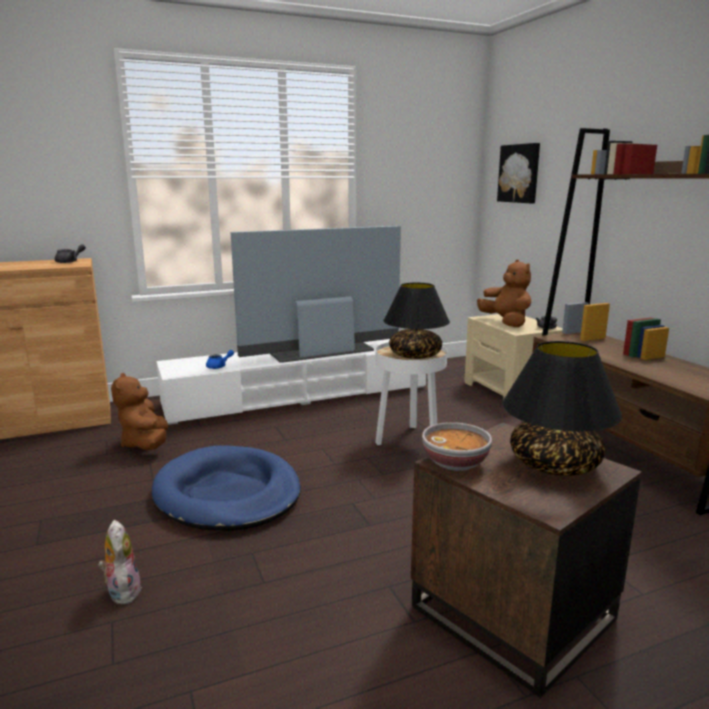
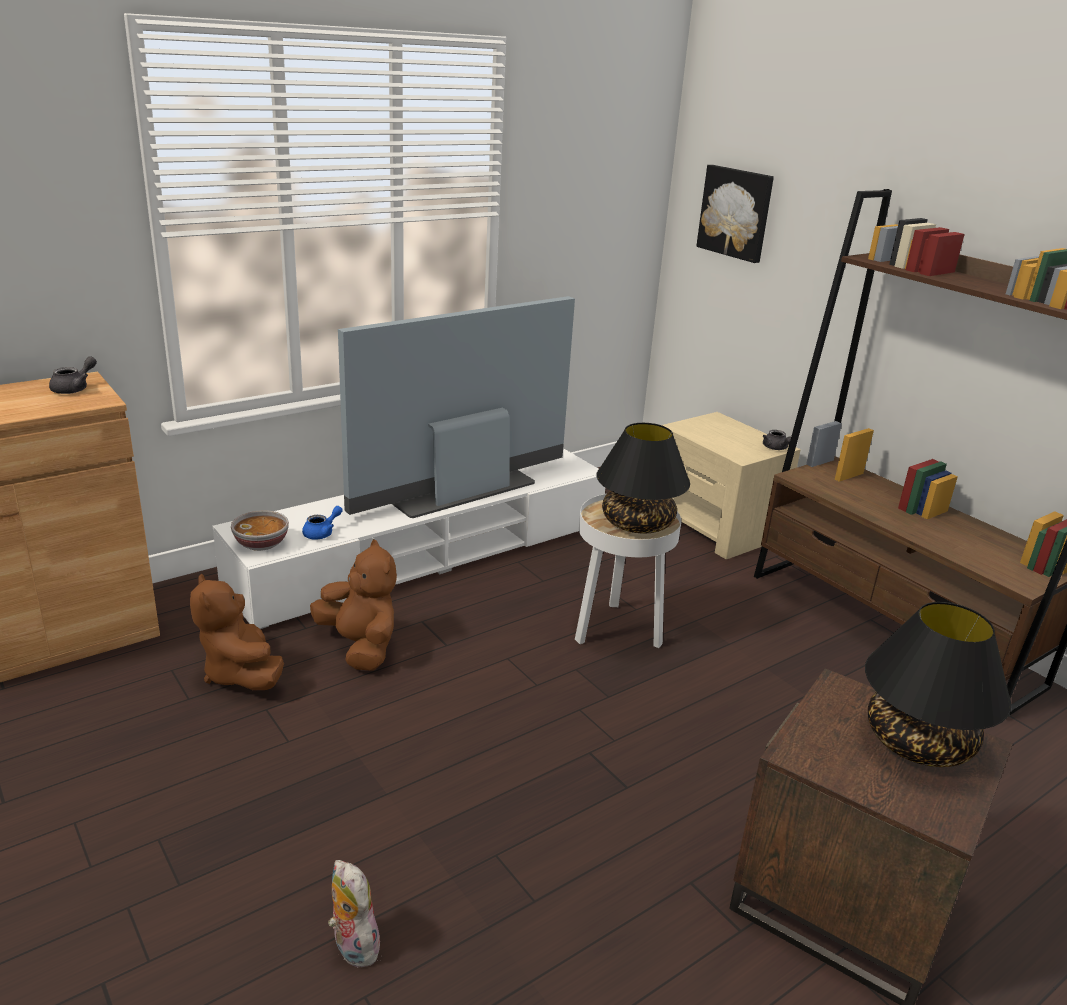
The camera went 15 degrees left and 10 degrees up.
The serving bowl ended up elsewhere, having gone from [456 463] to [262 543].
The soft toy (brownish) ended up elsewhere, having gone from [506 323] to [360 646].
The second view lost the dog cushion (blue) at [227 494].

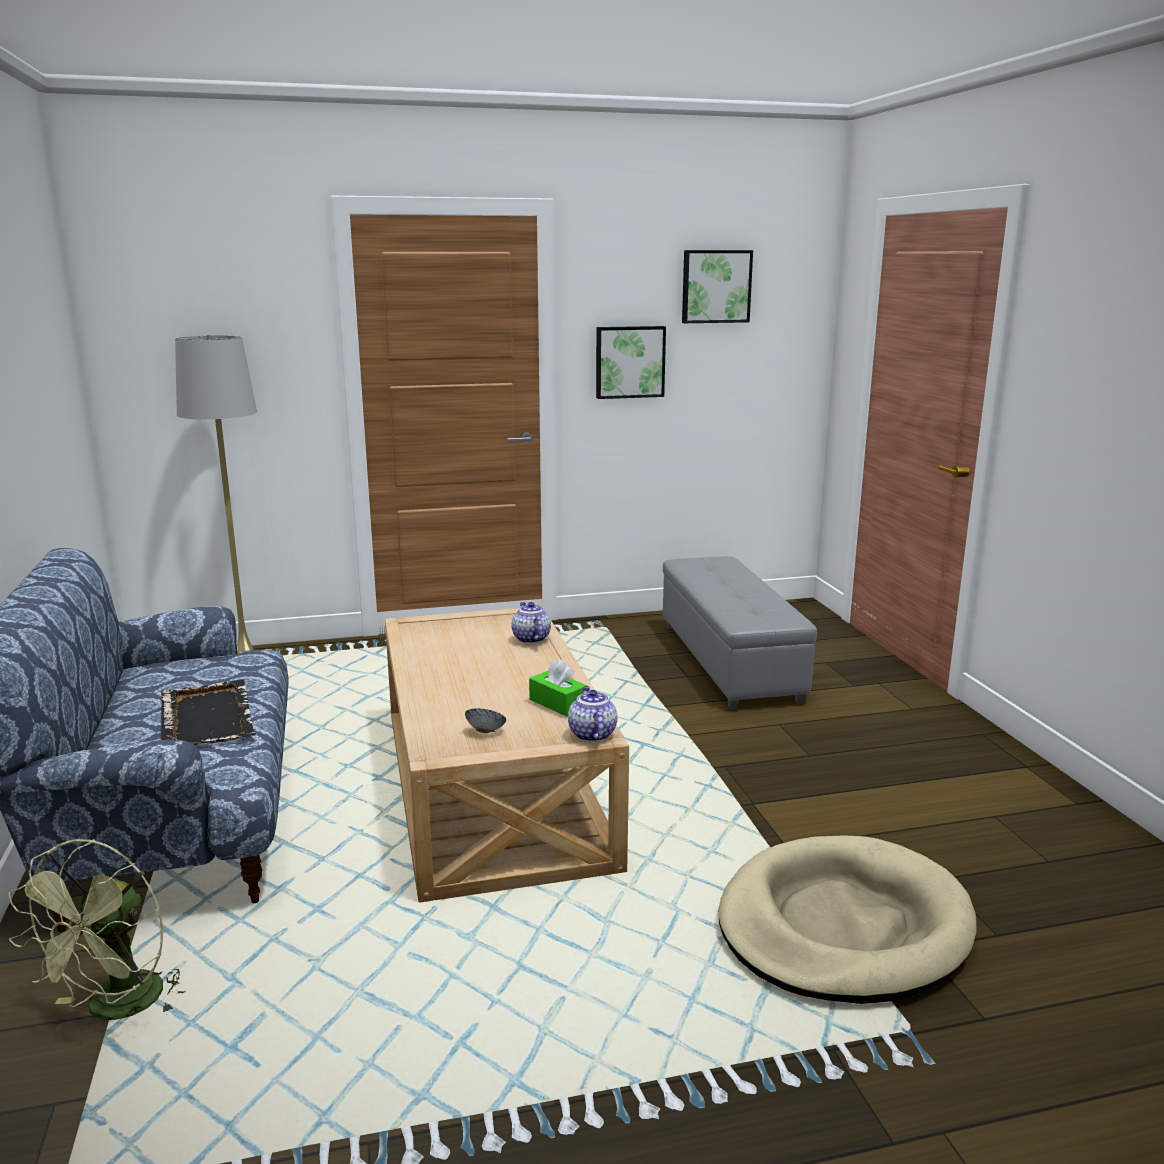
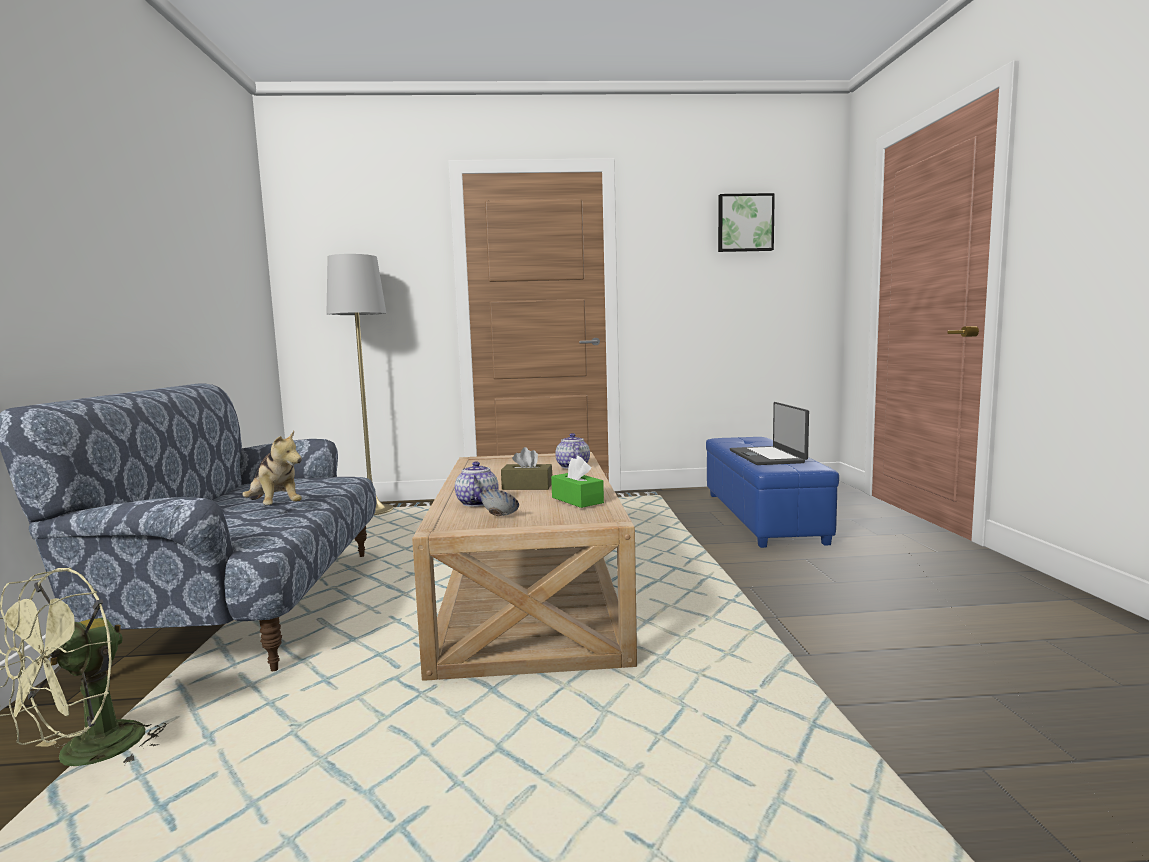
The camera went 10 degrees right and 10 degrees down.
Where the carrying tray (blackish) stood at [207 717], the soft toy came to stand at [274 507].
The pot for tea ended up elsewhere, having gone from [591 734] to [477 503].
The second view gained the tissue holder (brownish) at [527 486].
What was the footrest (gray) at [730 661] turned into the footrest (blue) at [763 517].
The second view gained the notebook computer at [767 456].
The second view lost the wall picture at [629 362].
The second view lost the dog cushion (sand-coloured) at [842 926].

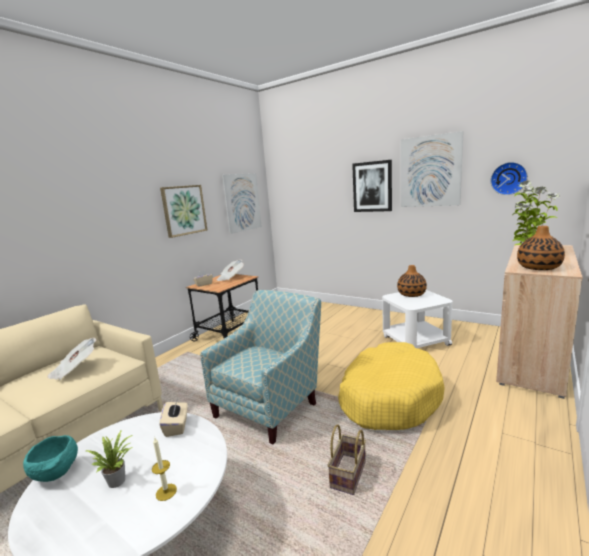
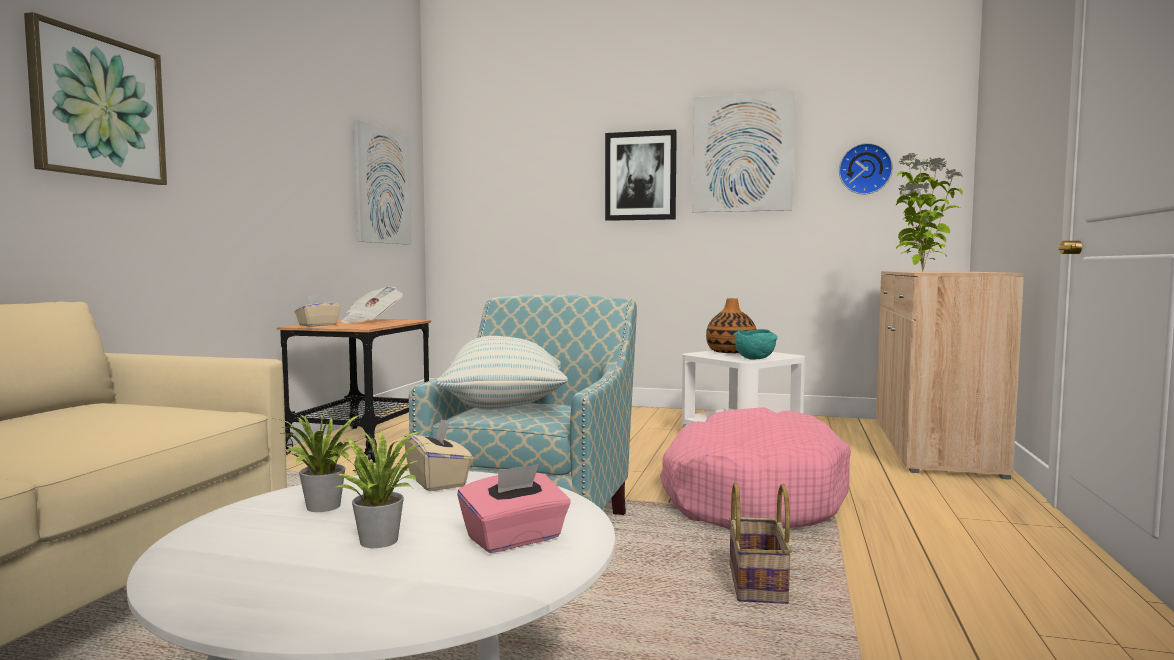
The camera went 20 degrees left and 10 degrees down.
The wall picture ended up elsewhere, having gone from [184 210] to [98 107].
The second view gained the potted plant at [322 508].
The second view gained the throw pillow at [504 406].
Where the wax candle stood at [166 492], the tissue holder (pink) came to stand at [515 539].
What was the dog cushion (yellow-coloured) at [389 397] turned into the dog cushion (pink) at [750 496].
The serving bowl (turquoise-coloured) ended up elsewhere, having gone from [57 474] to [755 359].
The second view lost the printed paper at [75 370].
The second view lost the decorative vase at [539 267].

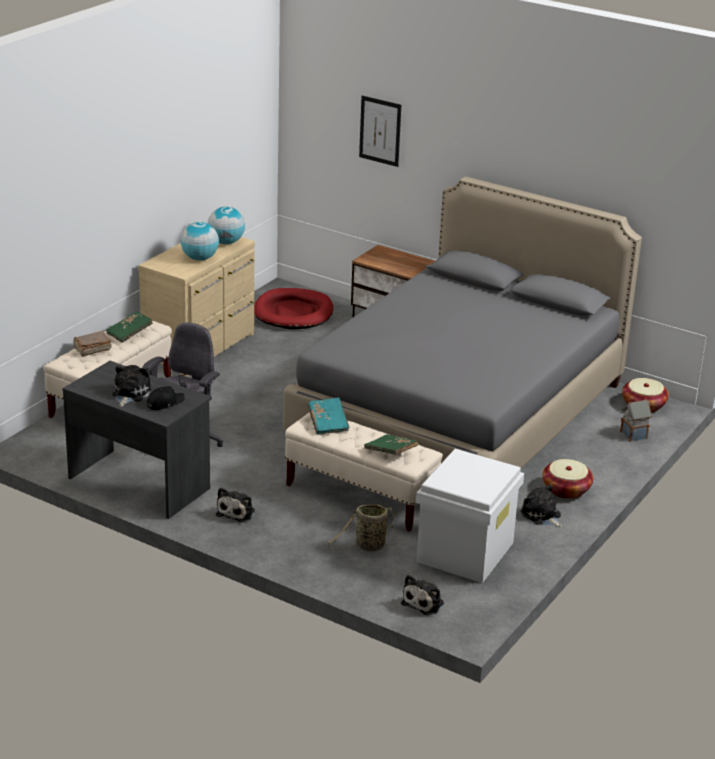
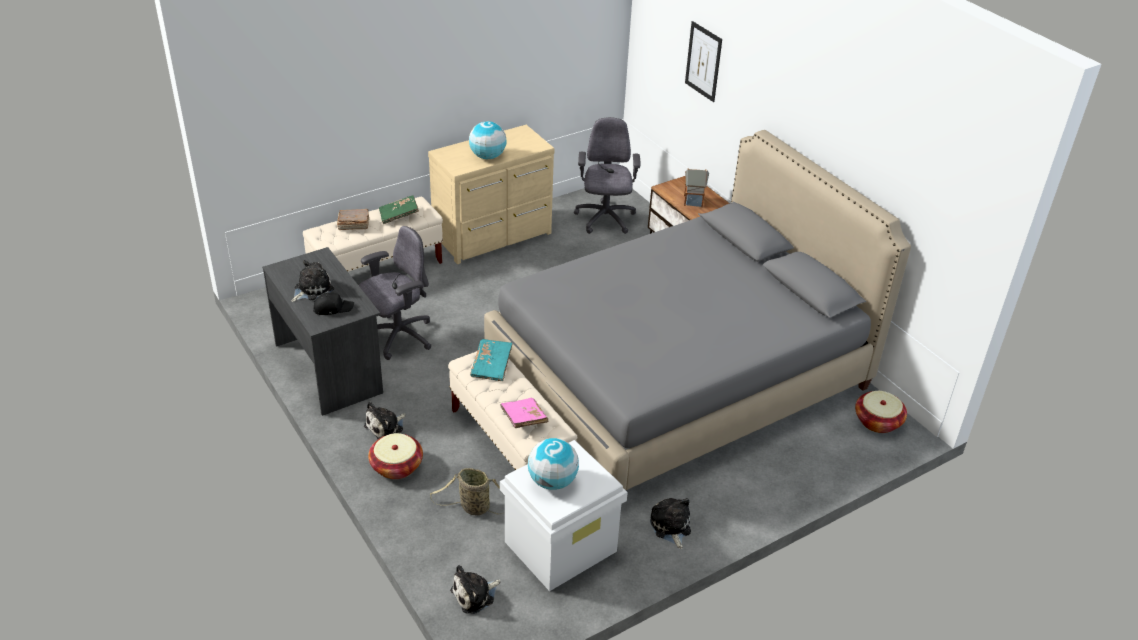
The camera went 25 degrees right and 10 degrees up.
The storage basket ended up elsewhere, having gone from [566 490] to [396 466].
What was the bound book (green) at [390 452] turned into the bound book (pink) at [523 419].
The globe ended up elsewhere, having gone from [226 242] to [552 481].
Where the dog cushion (red-coloured) stood at [293 313], the office chair (gray) came to stand at [604 219].
The toy house ended up elsewhere, having gone from [634 435] to [694 201].

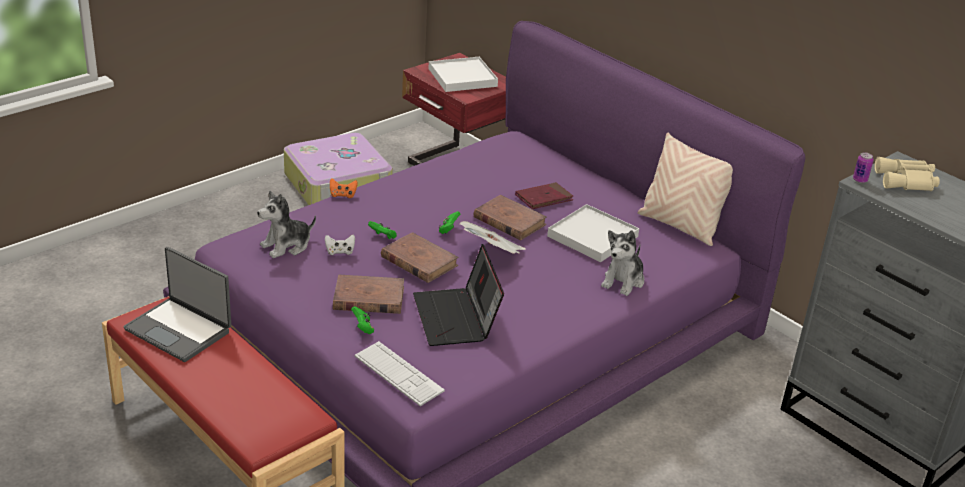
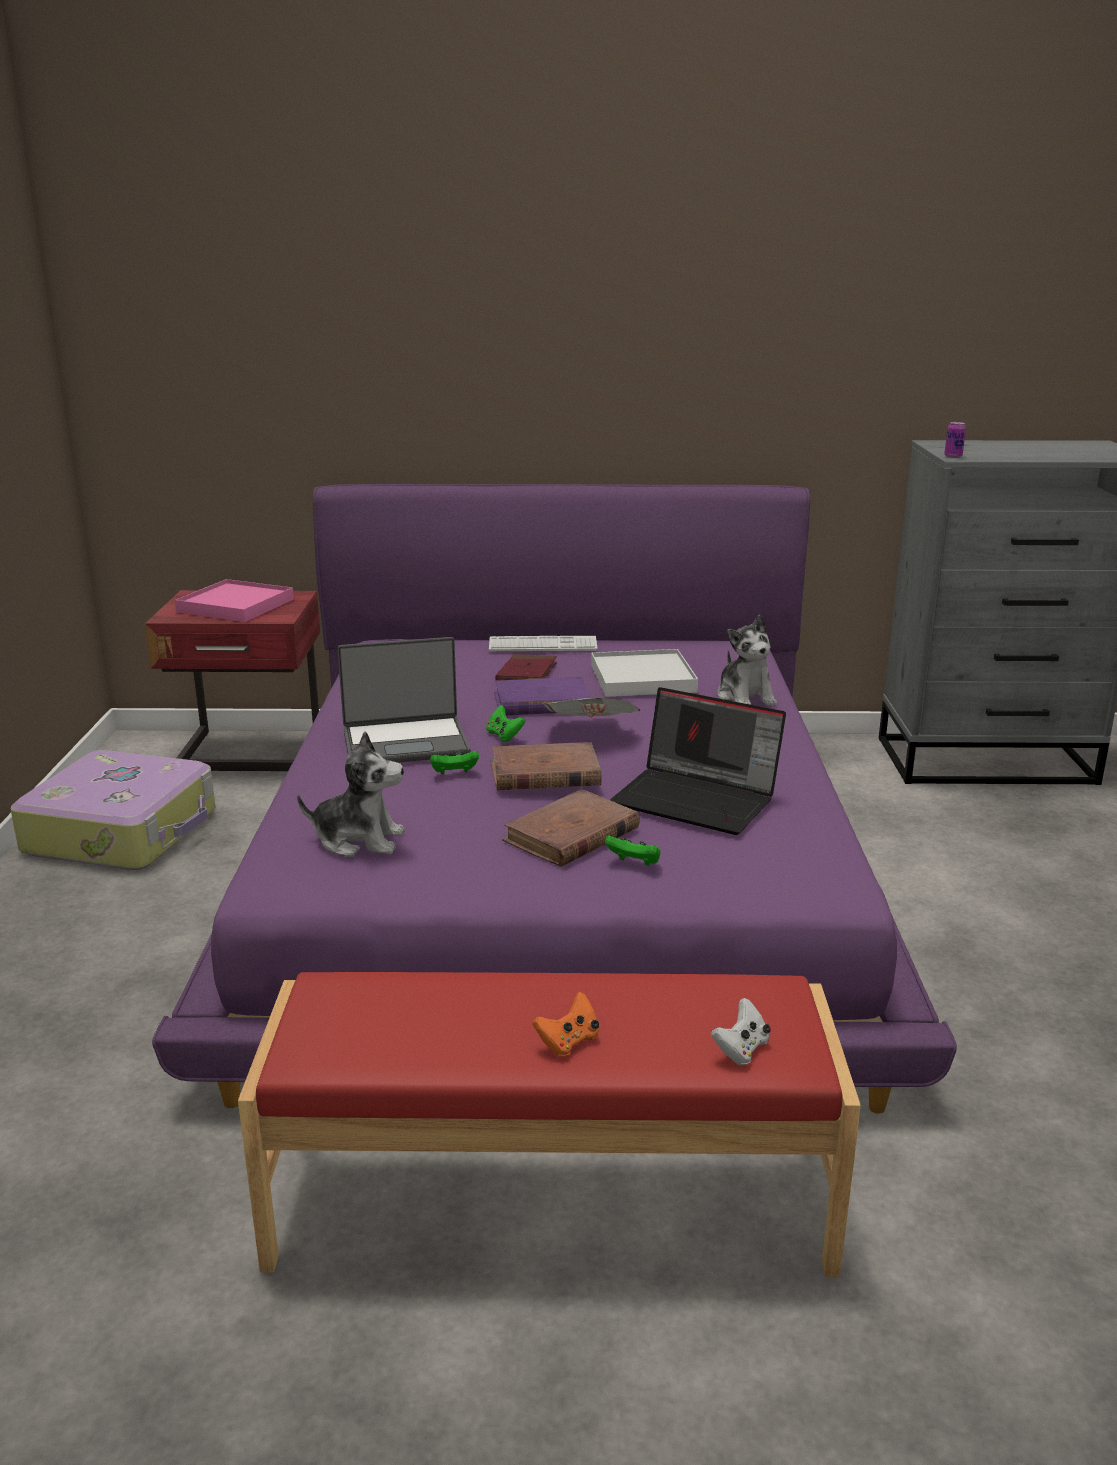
The camera went 45 degrees left and 10 degrees down.
What was the carrying tray (white-coloured) at [462 77] turned into the carrying tray (pink) at [236 606].
The soft toy at [286 246] ended up facing another way, 90 degrees counterclockwise from before.
The notebook computer ended up elsewhere, having gone from [179 330] to [405 743].
The computer keyboard ended up elsewhere, having gone from [398 374] to [543 645].
What was the bound book (brownish) at [509 221] turned into the bound book (purplish) at [541 702].
The game controller (orange) ended up elsewhere, having gone from [343 195] to [568 1042].
The game controller (white-coloured) ended up elsewhere, having gone from [340 252] to [741 1049].
The second view lost the throw pillow (sand-coloured) at [680 226].
The second view lost the field glasses (sand-coloured) at [906 181].

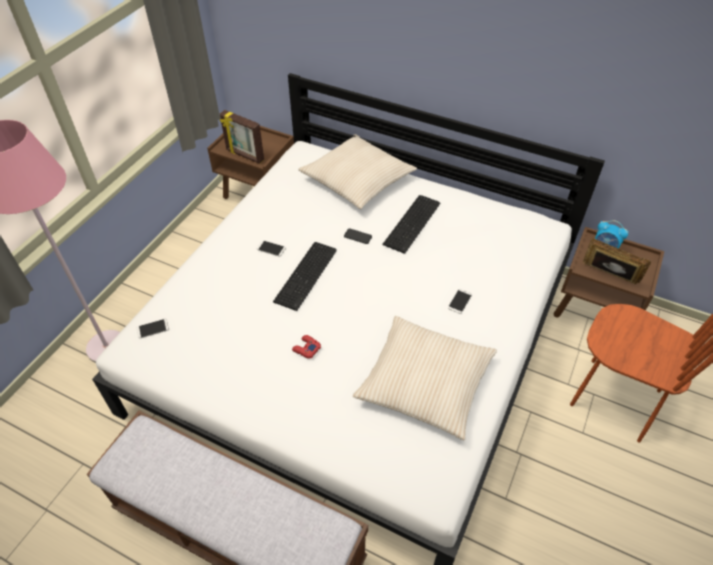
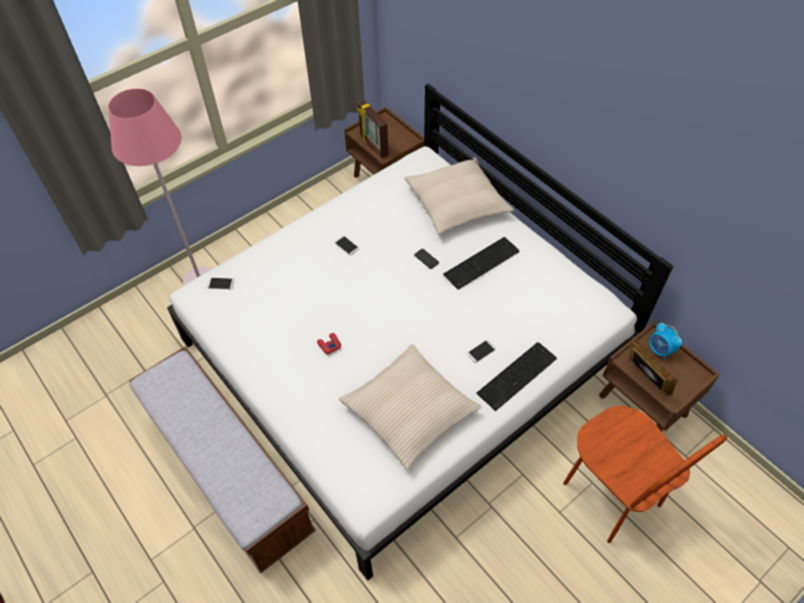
The camera went 25 degrees right and 5 degrees up.
The computer keyboard ended up elsewhere, having gone from [308 275] to [519 376].

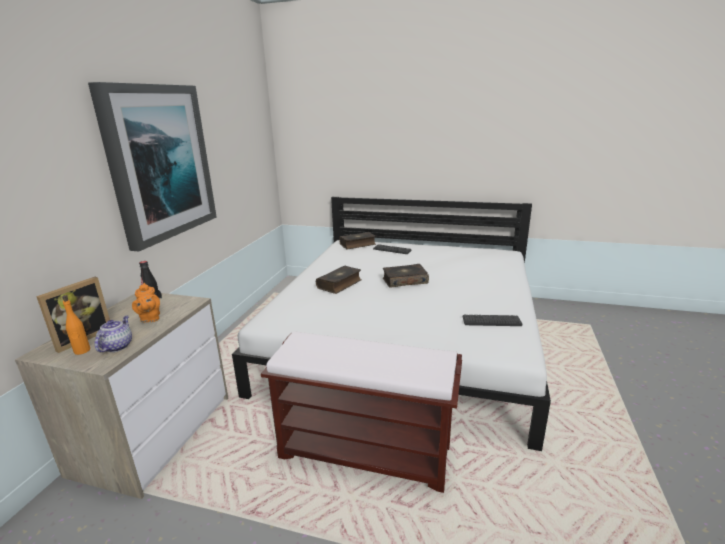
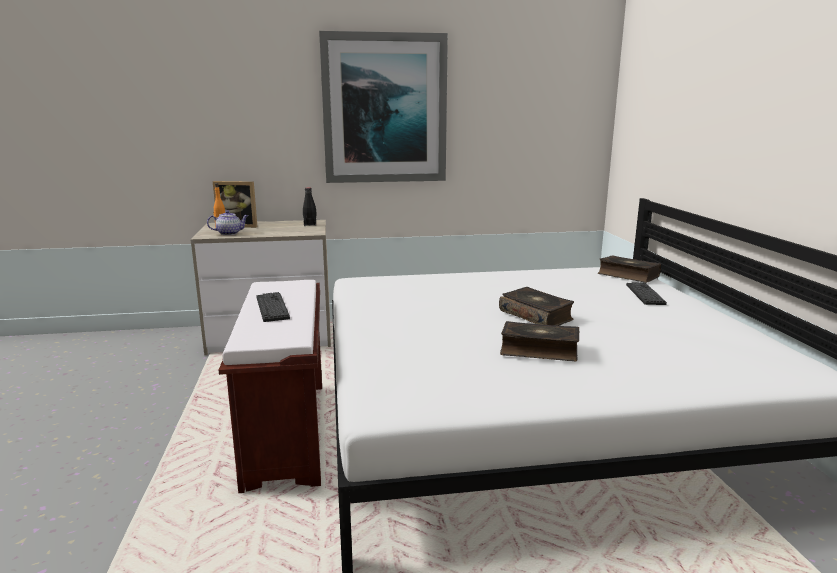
The camera went 65 degrees right and 5 degrees down.
The computer keyboard ended up elsewhere, having gone from [491 321] to [272 307].
The bound book ended up elsewhere, having gone from [340 284] to [539 350].
The second view lost the pot for tea (orange) at [150 318].

